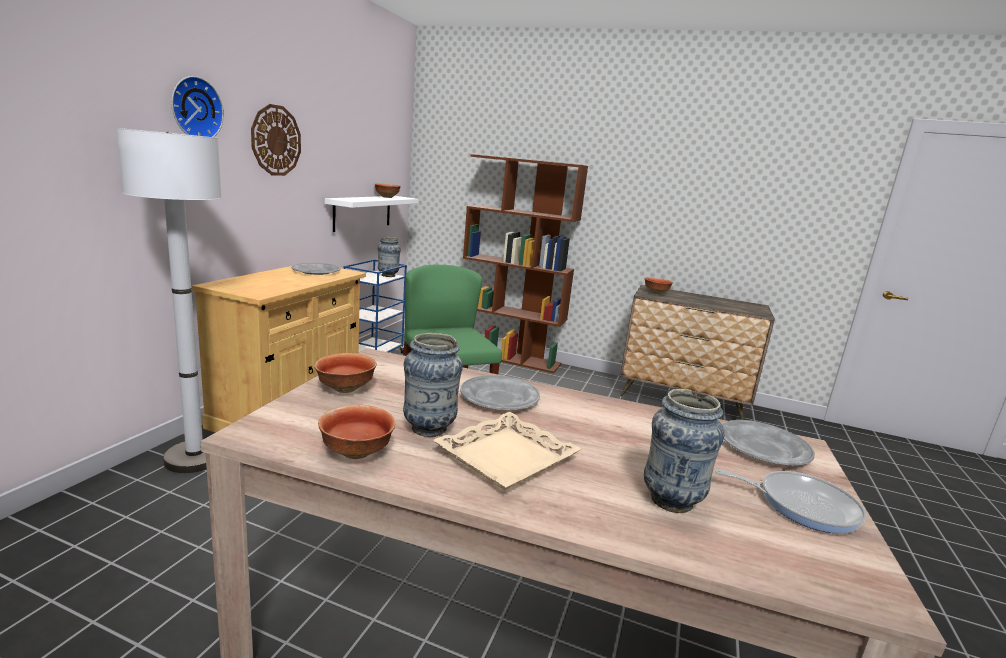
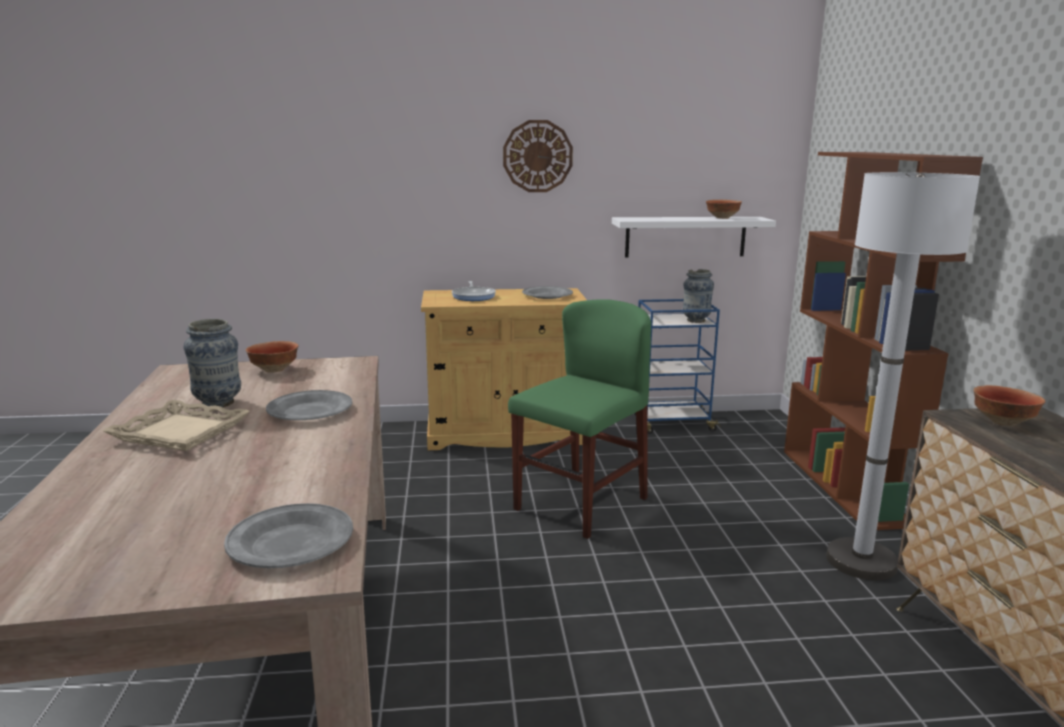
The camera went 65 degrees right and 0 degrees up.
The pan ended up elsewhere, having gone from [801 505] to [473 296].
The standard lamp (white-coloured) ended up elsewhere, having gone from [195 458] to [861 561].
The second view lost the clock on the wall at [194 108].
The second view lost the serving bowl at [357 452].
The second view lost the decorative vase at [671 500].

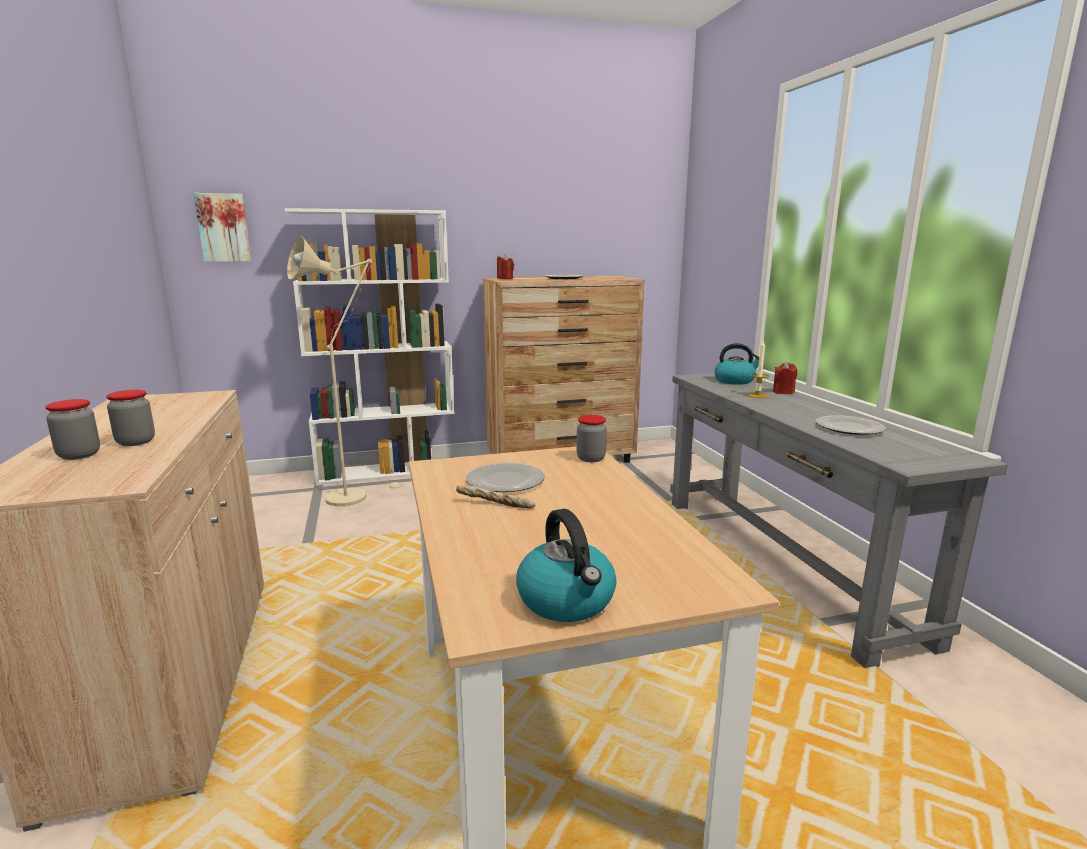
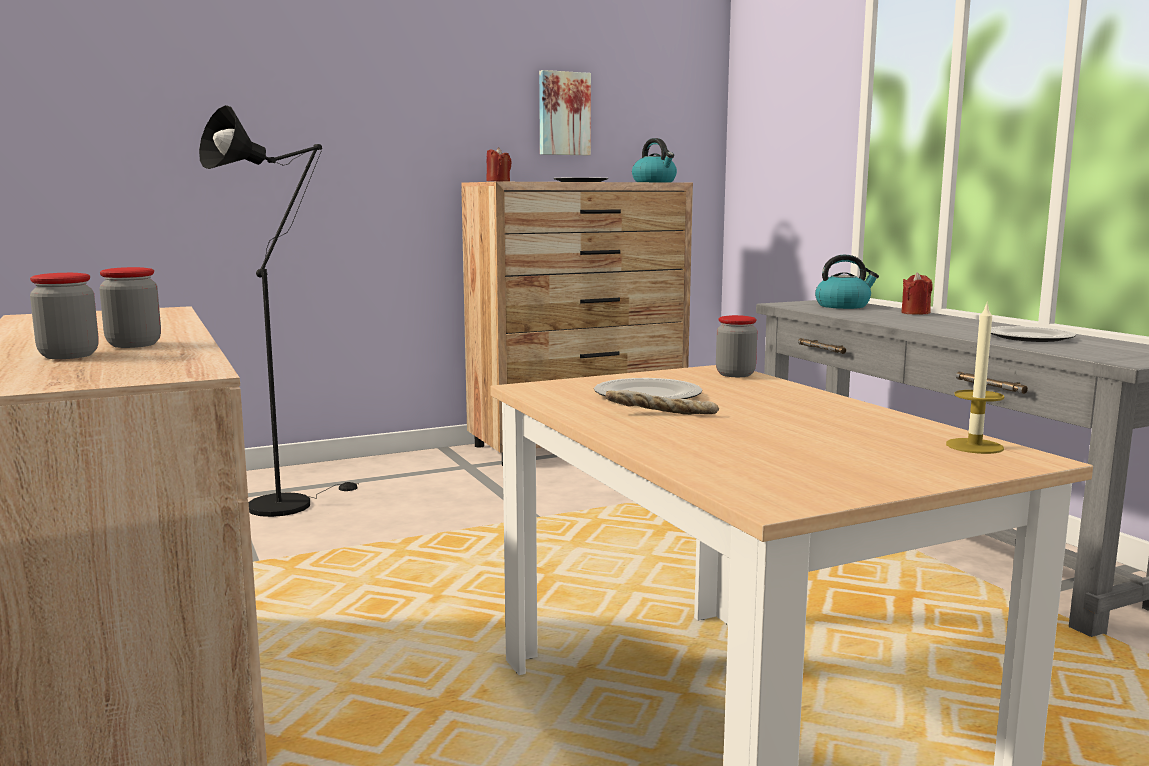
The camera went 10 degrees left and 5 degrees down.
What was the standard lamp (sand-coloured) at [353 495] turned into the standard lamp (blackish) at [289 503].
The wall picture ended up elsewhere, having gone from [223 228] to [563 114].
The kettle ended up elsewhere, having gone from [567 601] to [655 182].
The wax candle ended up elsewhere, having gone from [757 395] to [974 446].
The second view lost the bookshelf (white-coloured) at [388 471].

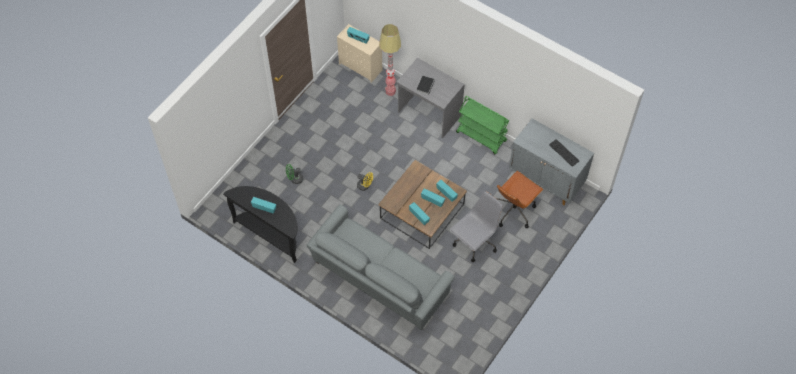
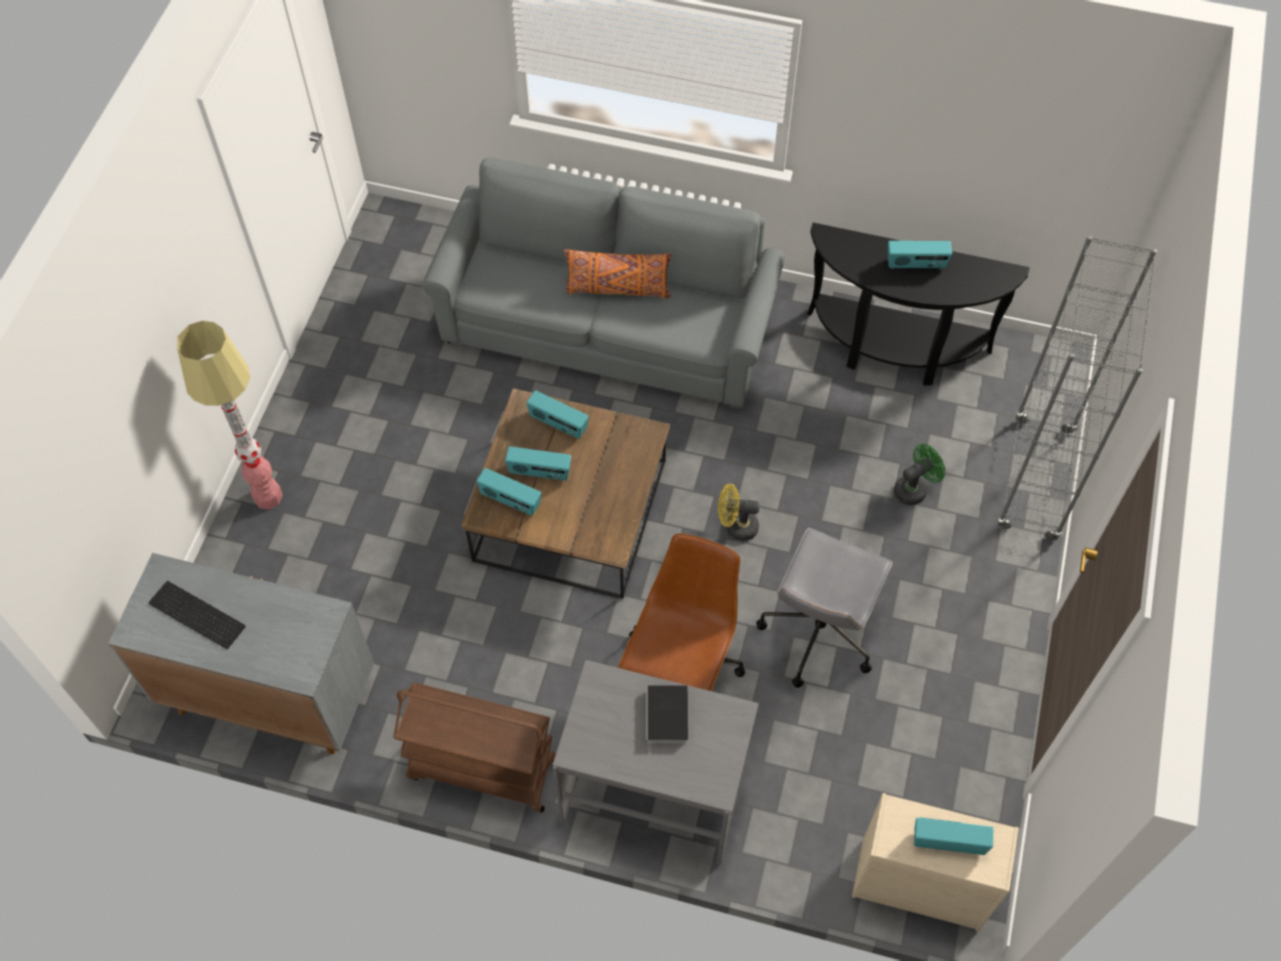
The camera went 160 degrees right and 0 degrees up.
The standard lamp ended up elsewhere, having gone from [390 91] to [268 497].
What was the cart (green) at [481 136] turned into the cart (brownish) at [482 769].
The second view gained the throw pillow (orange) at [617 289].
The office chair (brownish) ended up elsewhere, having gone from [514 210] to [681 671].
The office chair (gray) ended up elsewhere, having gone from [475 243] to [818 632].
The second view gained the bookshelf (gray) at [1035 479].

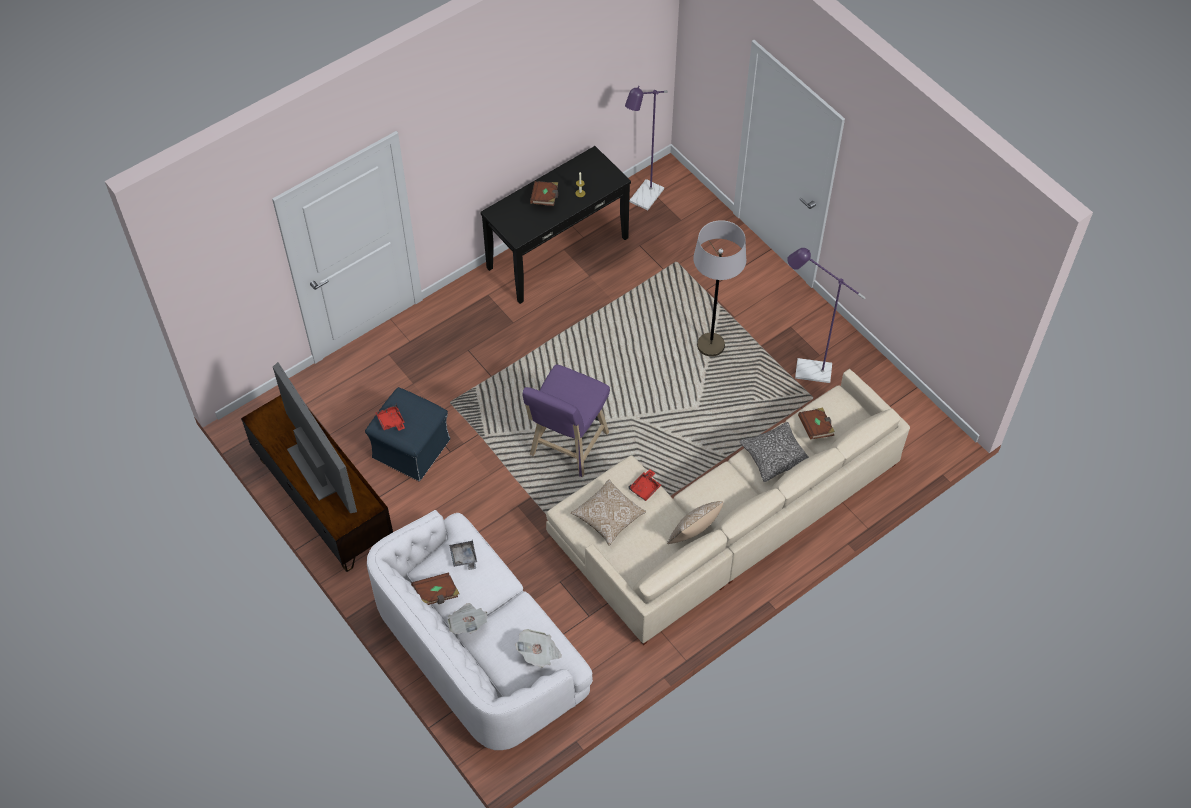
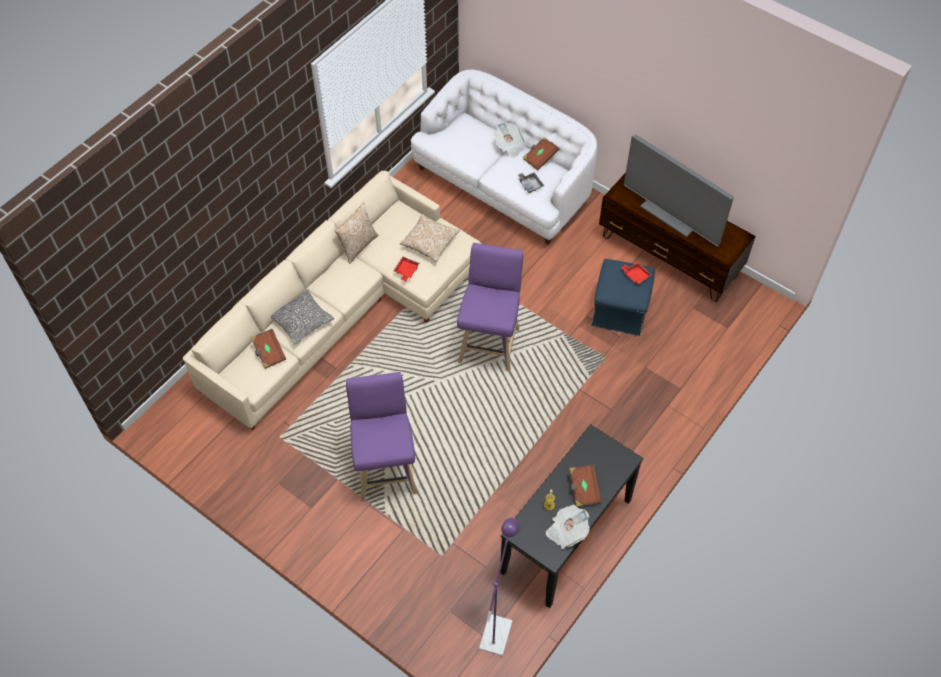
The camera went 165 degrees right and 0 degrees up.
Where the standard lamp (gray) stood at [710 345], the stool seat (purplish) came to stand at [385 468].
The printed paper ended up elsewhere, having gone from [539 653] to [566 531].
The second view lost the standard lamp (purplish) at [806 370].

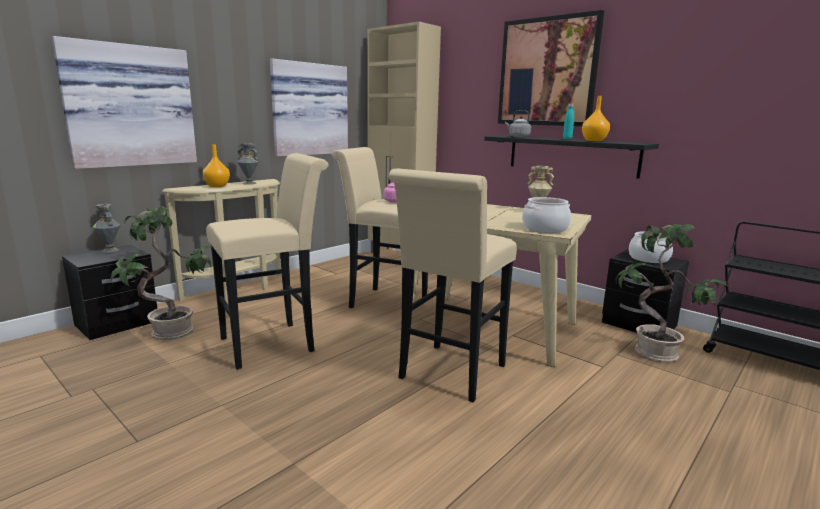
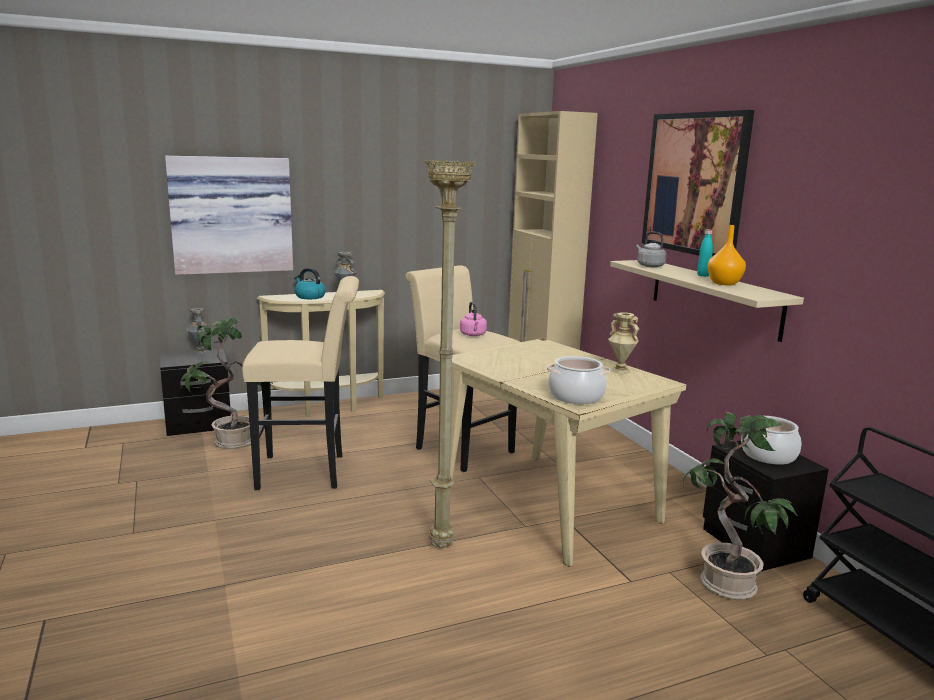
The camera went 25 degrees right and 0 degrees up.
Where the decorative vase (orange) stood at [217 186], the kettle came to stand at [309 297].
Where the stool seat (sand-coloured) stood at [449 375], the standard lamp (sand-coloured) came to stand at [441 545].
What was the wall shelf (blackish) at [571 155] turned into the wall shelf (sand-coloured) at [713 297].
The second view lost the wall picture at [308 109].

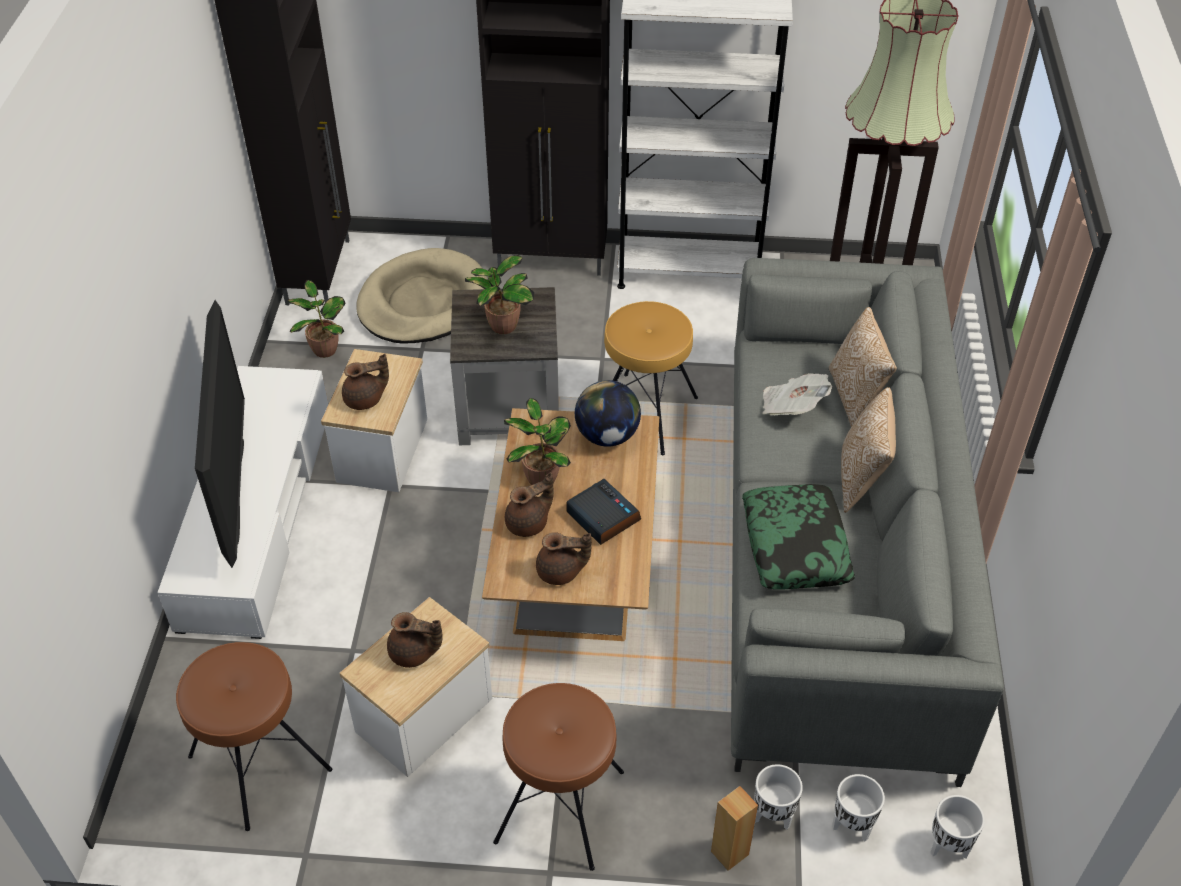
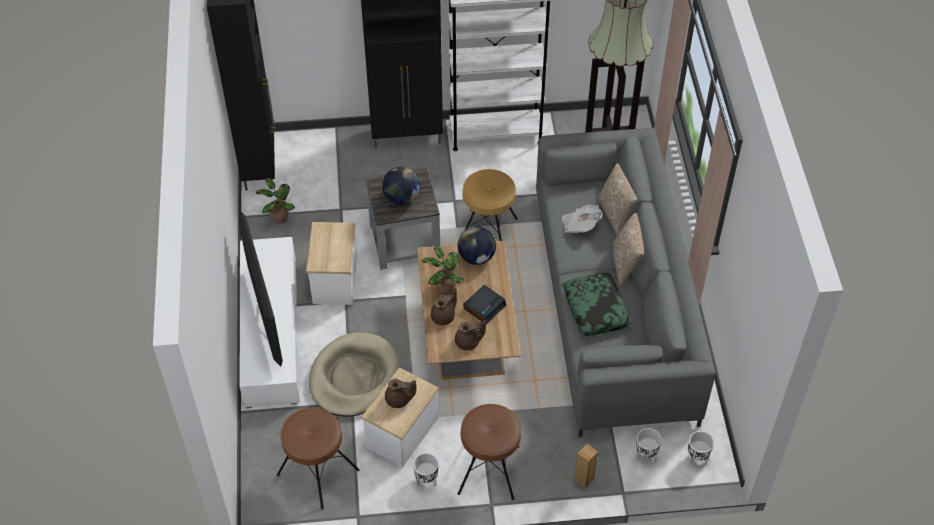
The camera went 10 degrees left and 5 degrees up.
The dog cushion (sand-coloured) ended up elsewhere, having gone from [422 302] to [354 377].
Where the potted plant stood at [501 326], the globe came to stand at [401 198].
The planter (white-coloured) ended up elsewhere, having gone from [773 816] to [426 480].
The bedside clock at [602 516] ended up facing another way, 90 degrees clockwise from before.
The second view lost the pot for tea (brownish) at [365 399].

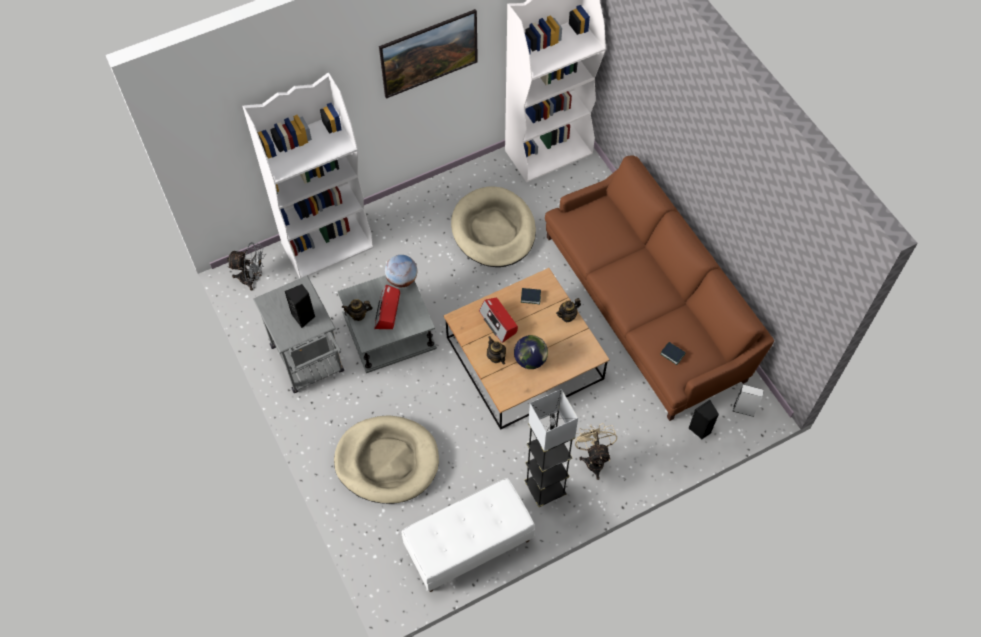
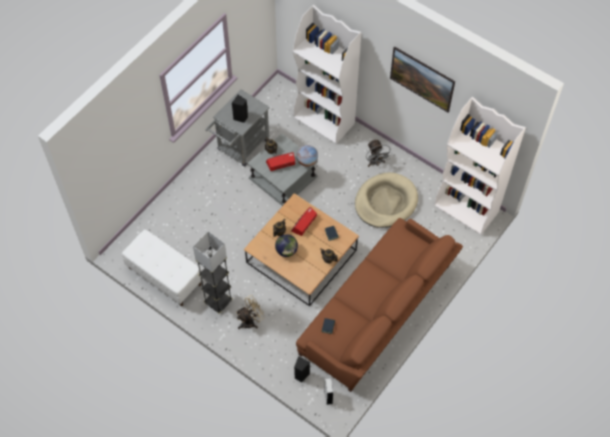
The camera went 65 degrees right and 0 degrees up.
The cooling fan (gray) ended up elsewhere, having gone from [252 279] to [375 163].
The second view lost the dog cushion (sand-coloured) at [387 461].

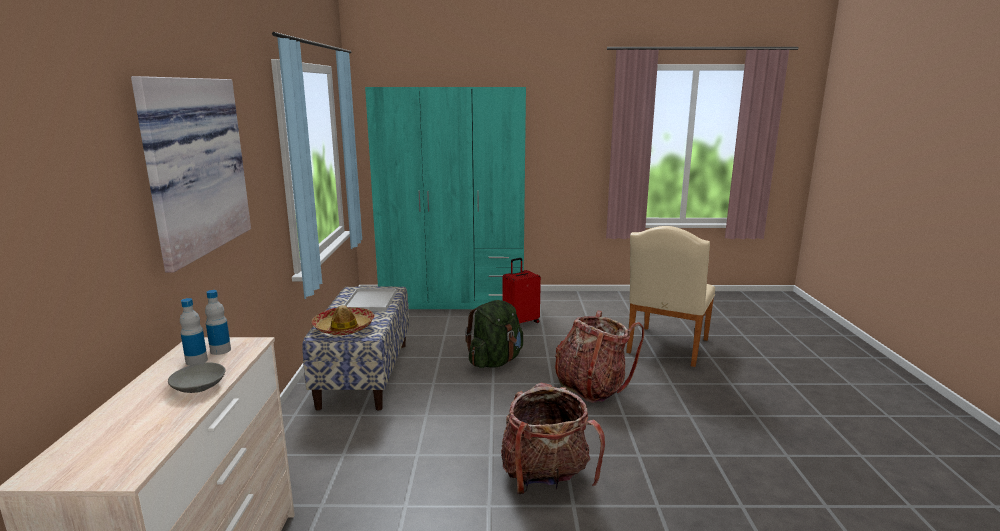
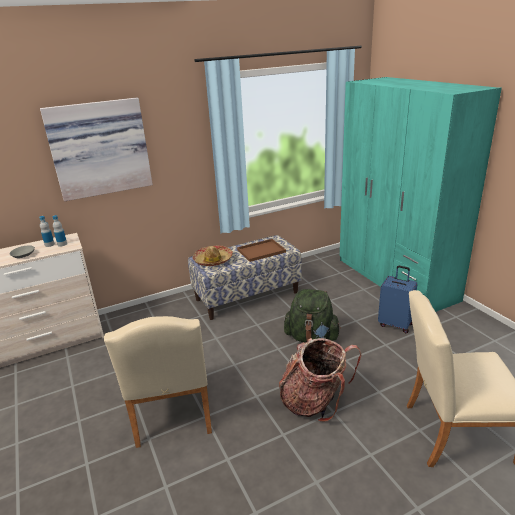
The camera went 65 degrees right and 10 degrees up.
Where the rucksack stood at [545 478], the chair (sand-coloured) came to stand at [172 416].
What was the carrying tray (white-coloured) at [370 300] turned into the carrying tray (brownish) at [262 250].
What was the travel case (red-coloured) at [521 322] turned into the travel case (blue) at [395 324].

